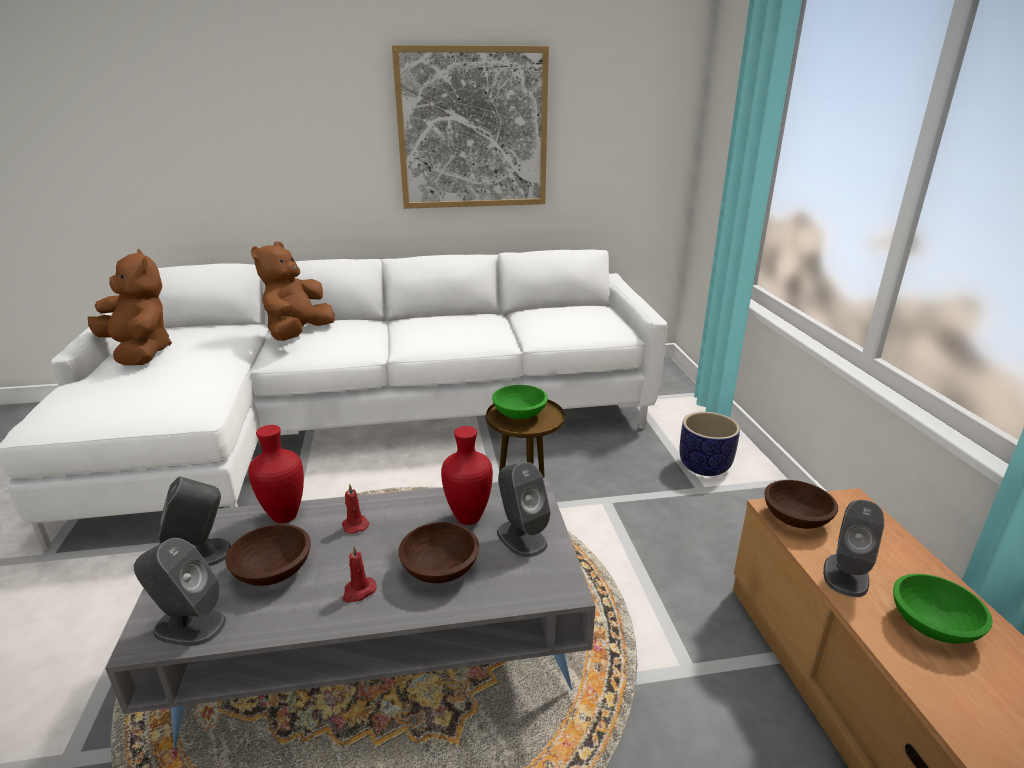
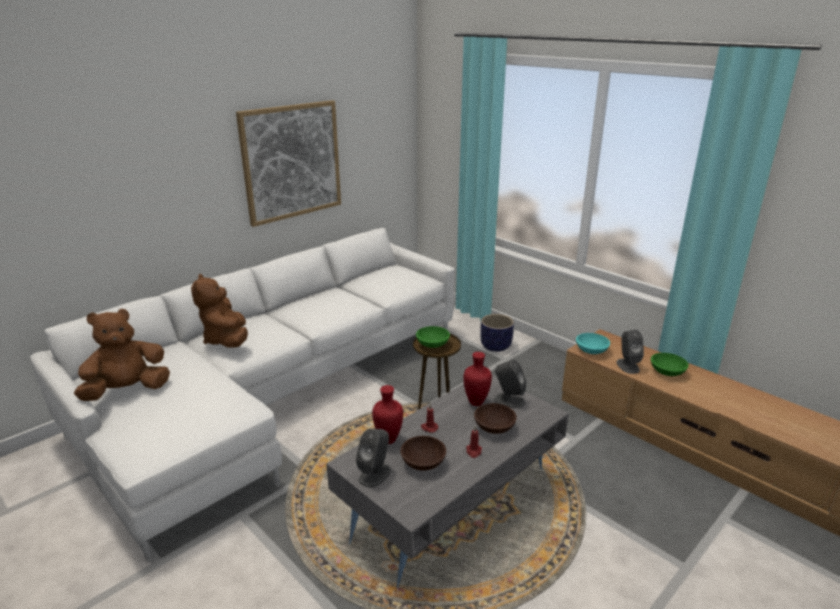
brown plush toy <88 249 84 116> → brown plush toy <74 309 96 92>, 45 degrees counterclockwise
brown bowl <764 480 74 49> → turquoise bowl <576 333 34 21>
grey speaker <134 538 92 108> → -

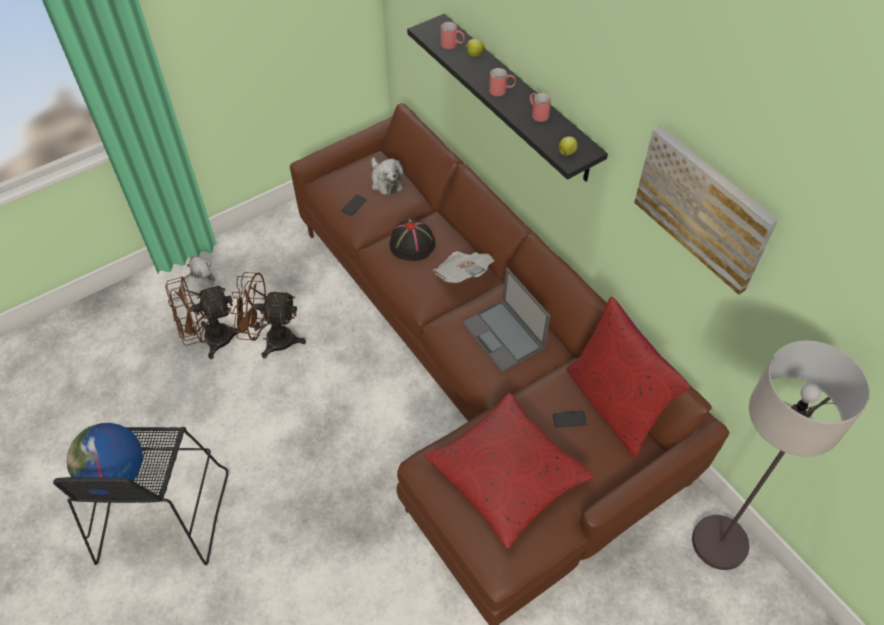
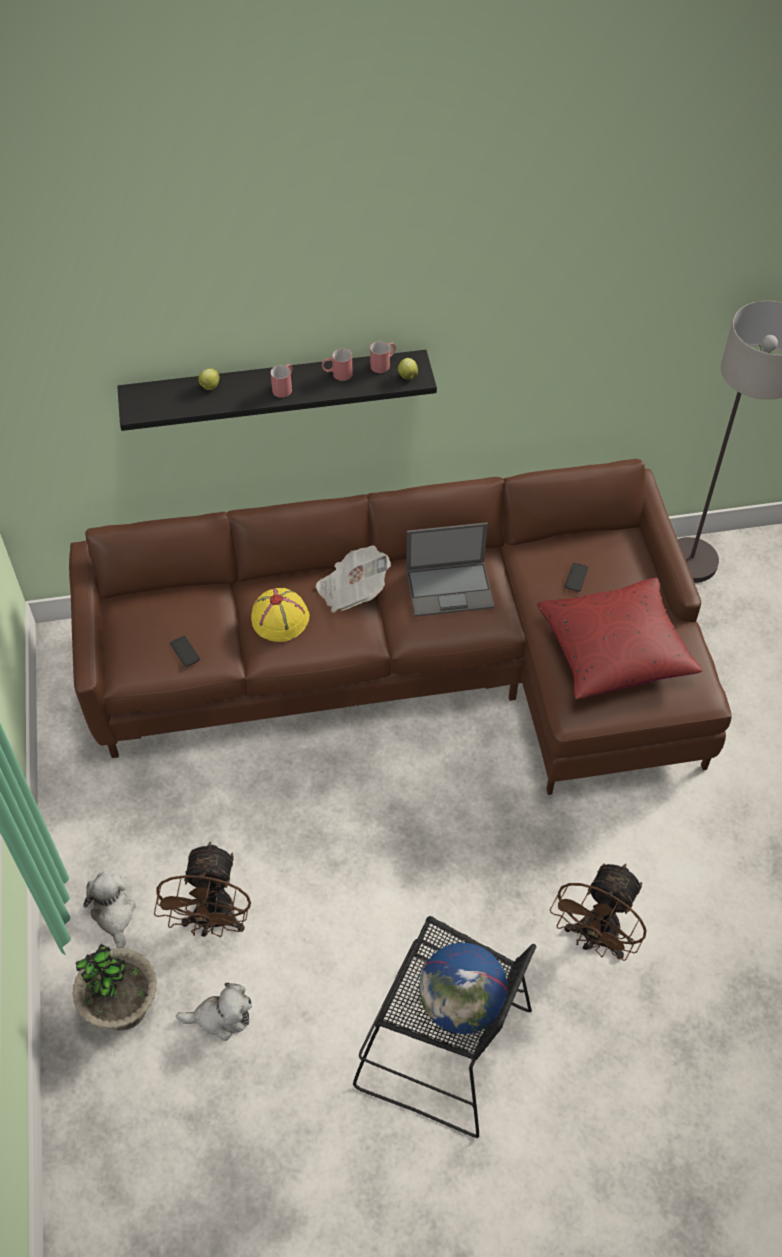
red mug <441 22 24 27> → red mug <370 341 26 32>, moved
picture <634 126 144 169> → -
plush toy <371 157 34 38> → plush toy <176 983 76 58>, moved
black hat <389 219 47 42> → yellow hat <251 588 59 54>
brown fan <230 272 76 87> → brown fan <550 863 97 98>, moved
red pillow <566 296 124 162> → -
- → potted plant <73 944 84 86>

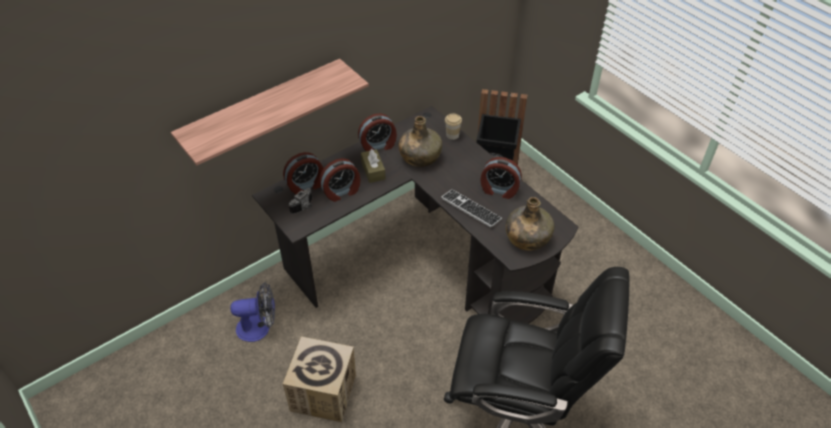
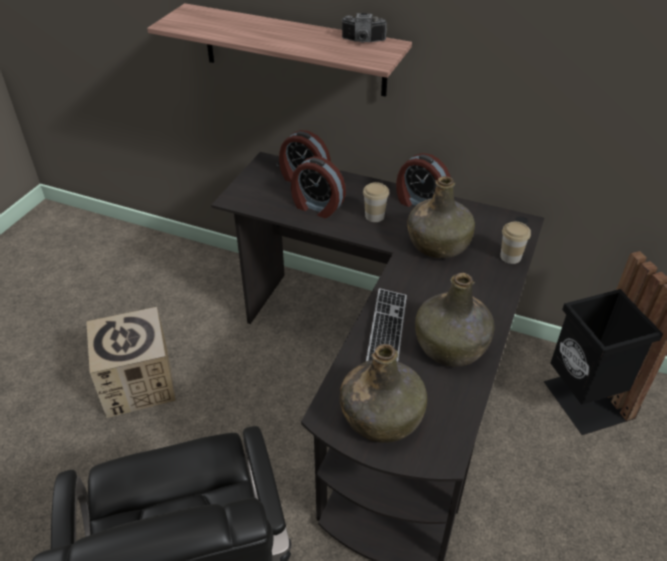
brown tissue box <361 149 25 34> → cup <363 182 26 40>
alarm clock <480 157 42 42> → green bottle <415 273 80 94>
photo camera <289 188 24 26> → photo camera <341 13 47 30>, moved
fan <230 282 45 60> → -

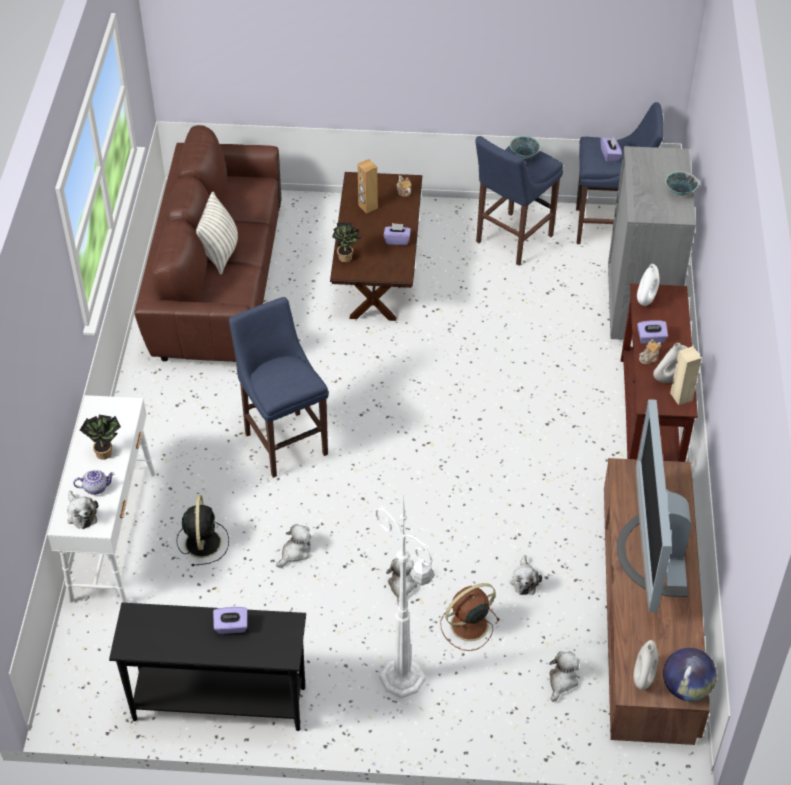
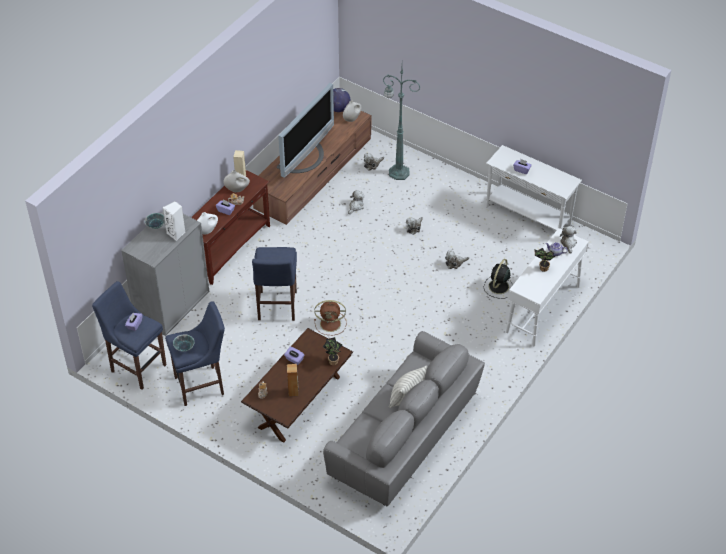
brown sofa <134 125 148 237> → grey sofa <323 331 162 175>
blue stool <229 297 100 181> → blue stool <252 247 45 74>, moved
white floor lamp <374 496 60 202> → -
brown fan <440 583 60 68> → brown fan <314 300 32 35>, moved
black console table <109 603 197 128> → white console table <486 145 96 86>
- → green floor lamp <383 68 37 112>
- → white speaker <162 201 23 40>

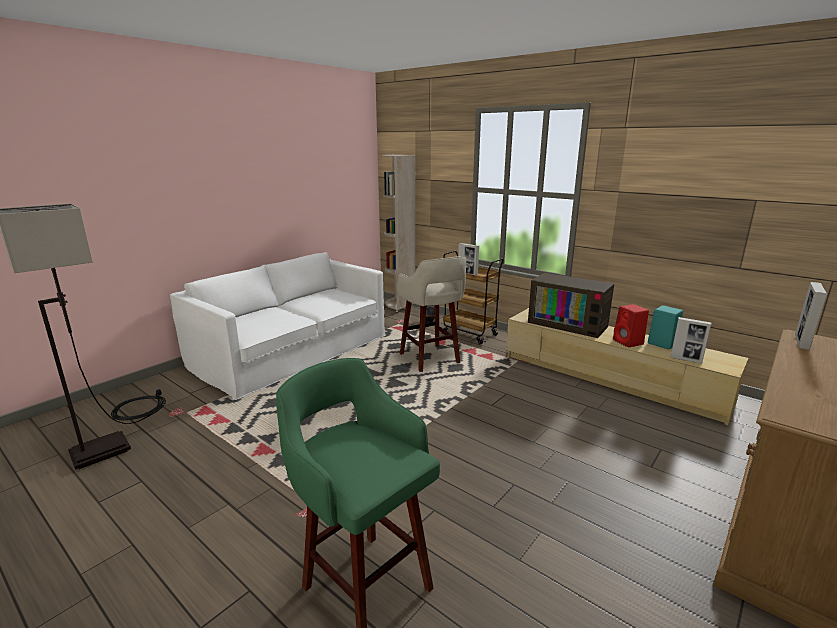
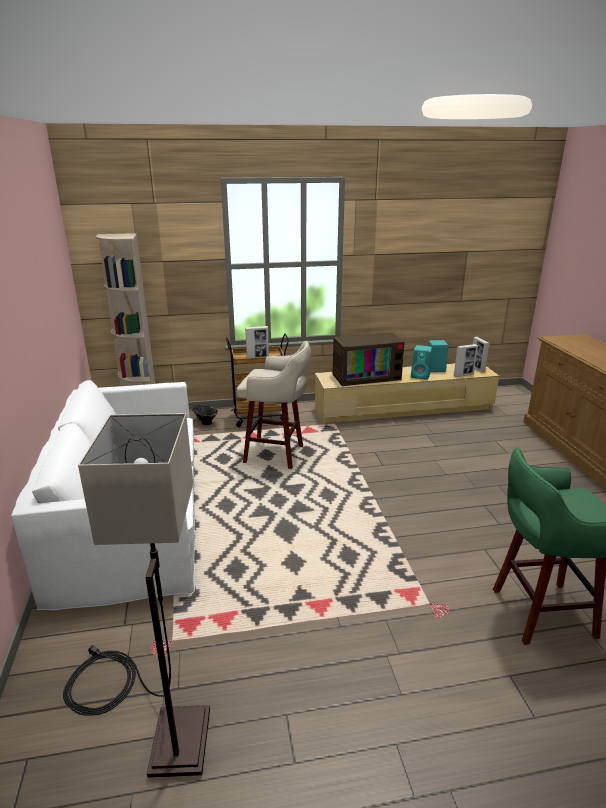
picture frame <795 282 32 68> → picture frame <473 337 17 35>, moved
red speaker <613 304 36 43> → turquoise speaker <411 345 21 35>

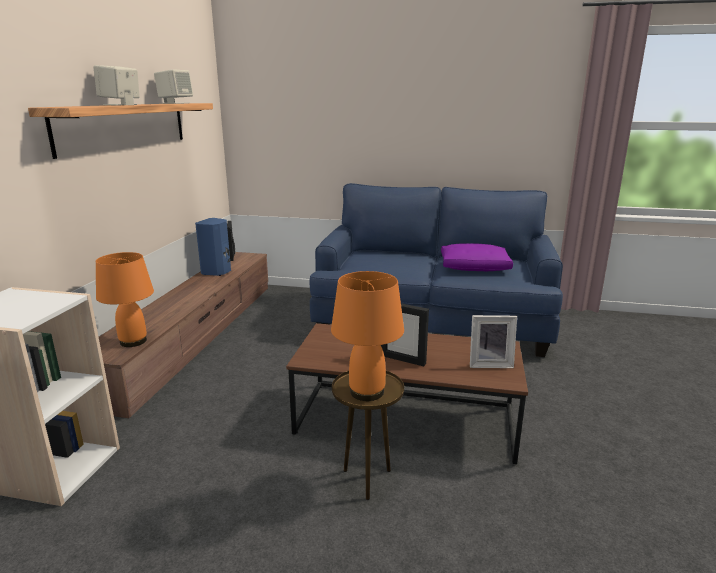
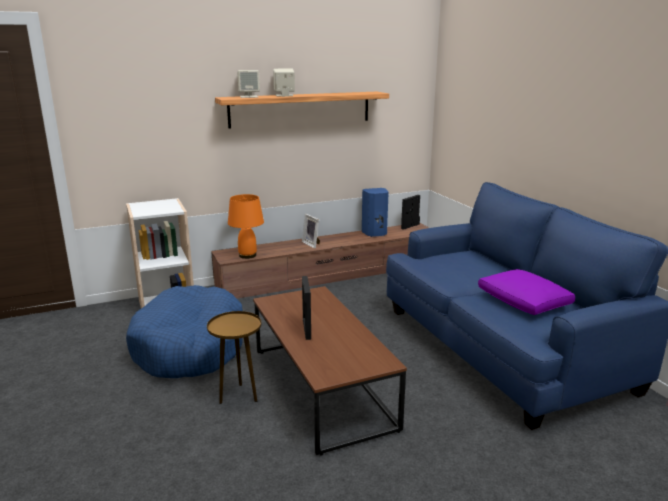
beige speaker <154 69 39 35> → beige speaker <237 70 23 28>, moved
orange table lamp <331 271 73 130> → -
picture frame <470 315 47 53> → picture frame <302 214 18 35>, moved
- → blue dog bed <126 285 117 93>

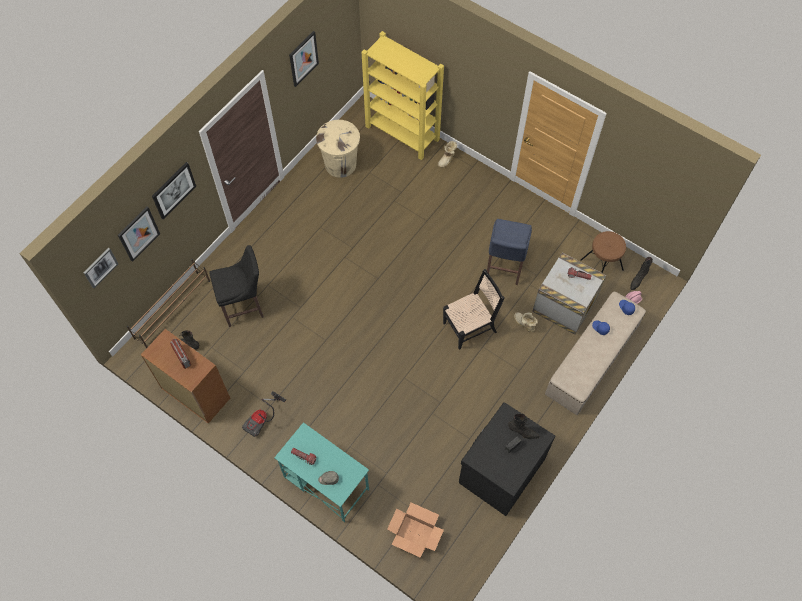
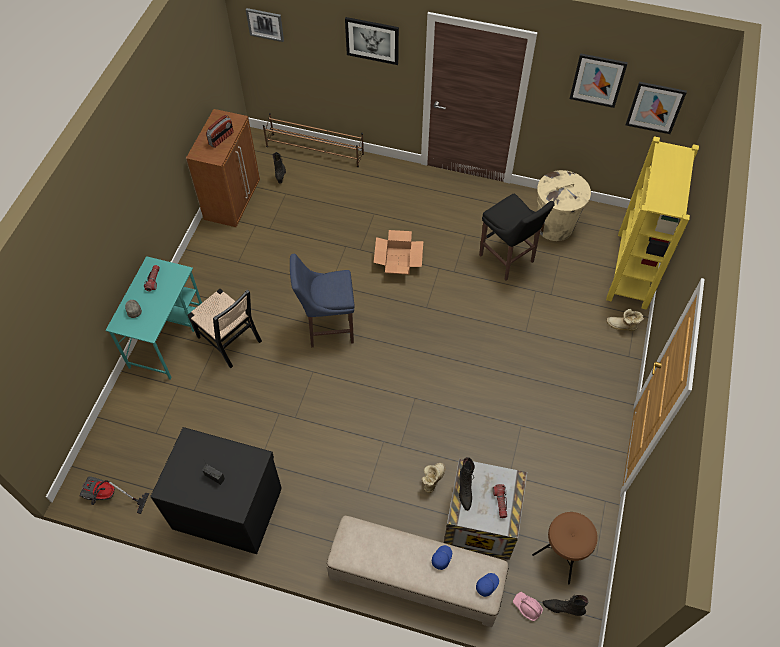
picture <118 207 42 55> → picture <626 82 61 52>, moved
blue stool <487 219 45 66> → blue stool <290 254 65 93>, moved
black stool <209 245 55 82> → black stool <479 194 76 86>, moved
chair <443 269 62 81> → chair <188 289 74 79>, moved
vacuum cleaner <242 391 44 46> → vacuum cleaner <80 476 69 38>, moved
black boot <508 413 32 26> → black boot <459 457 16 54>, moved
cardboard box <387 502 57 56> → cardboard box <374 230 49 45>, moved

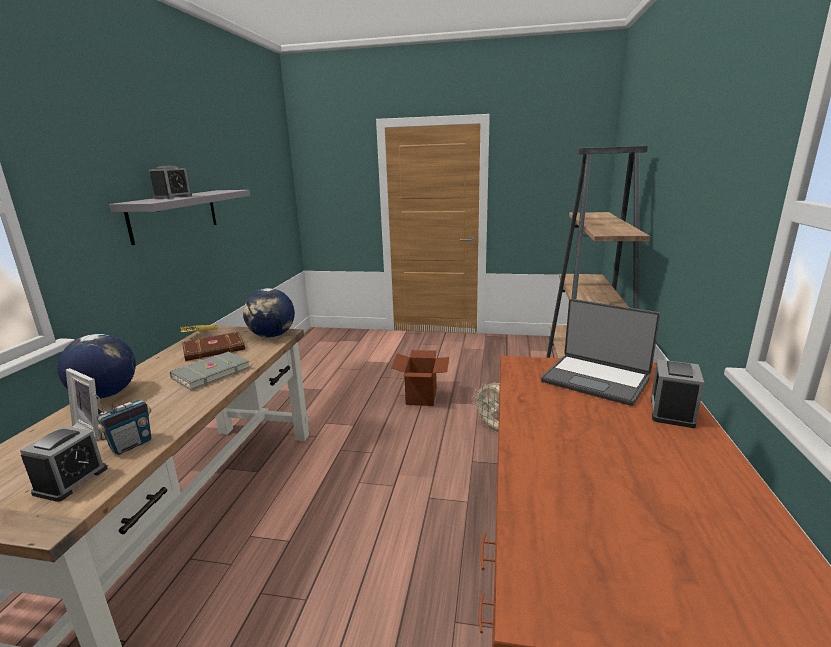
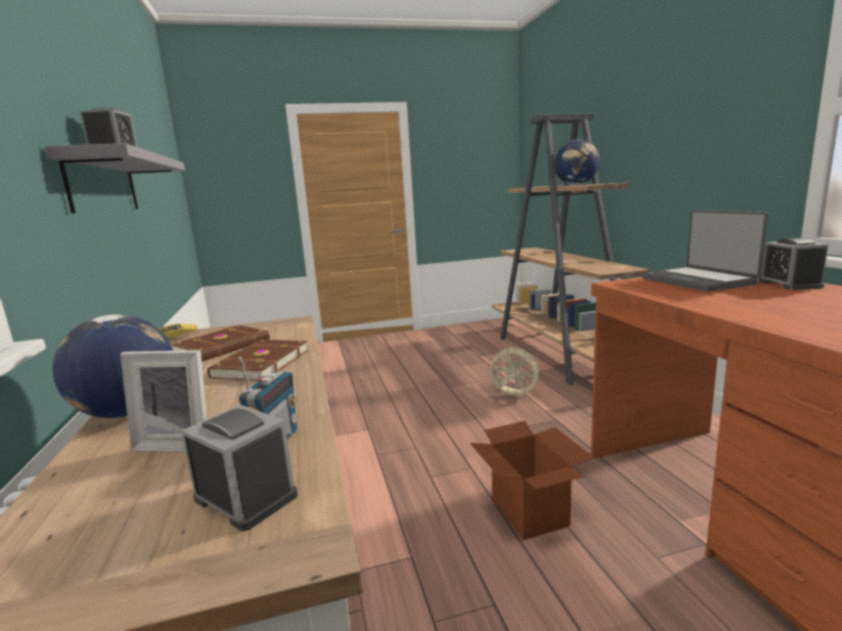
globe <243 288 52 50> → globe <554 140 46 45>, moved
laptop <541 299 119 107> → laptop <642 210 127 82>, 60 degrees clockwise
cardboard box <391 350 58 56> → cardboard box <470 421 124 119>, moved
grey book <170 351 80 40> → brown book <207 340 102 41>
alarm clock <20 426 87 76> → alarm clock <181 405 117 126>, 45 degrees counterclockwise

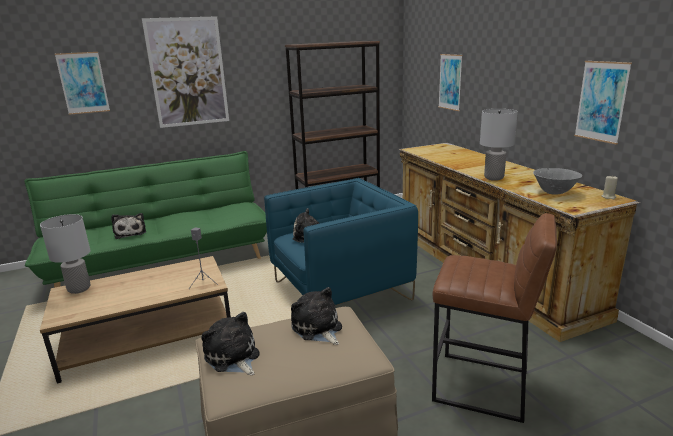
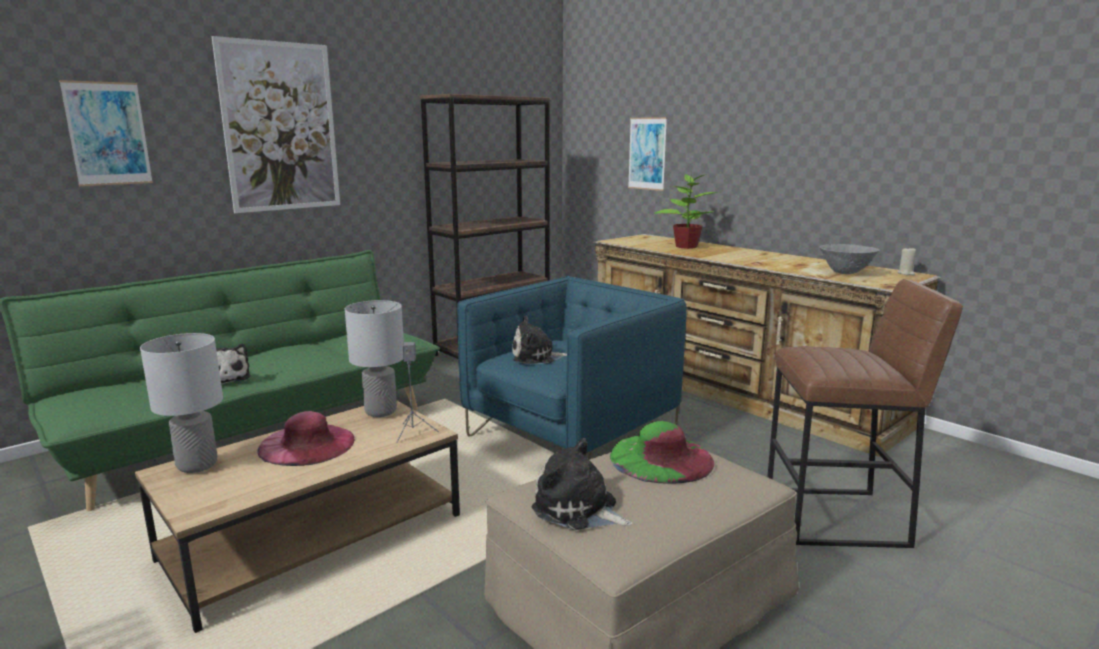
picture <574 61 58 84> → -
grey table lamp <480 109 38 72> → grey table lamp <345 300 59 117>, moved
plush toy <291 287 51 58> → green hat <610 421 105 63>
- → potted plant <654 174 64 75>
- → pink hat <257 411 98 55>

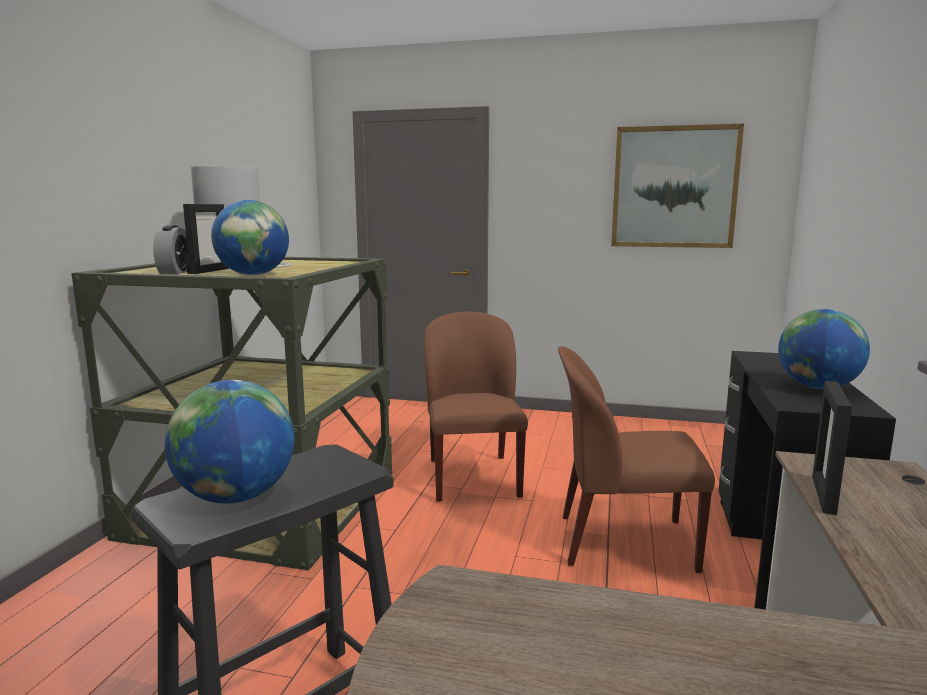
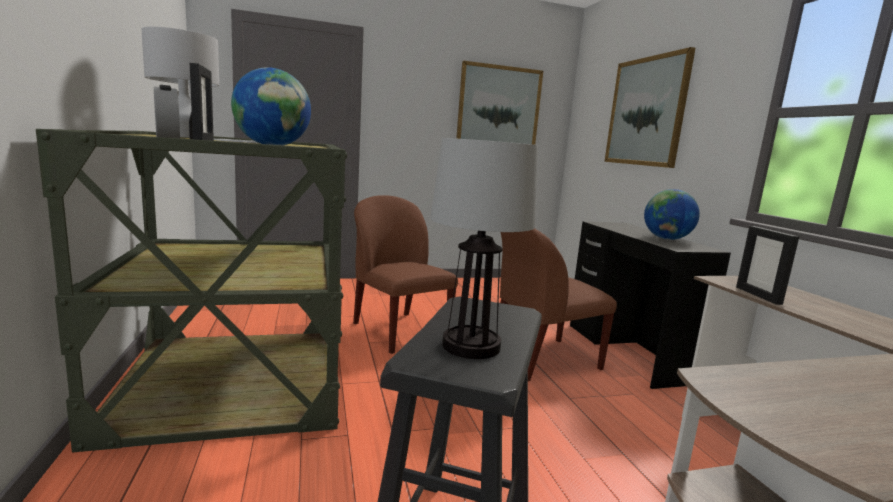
globe <165 380 129 123> → table lamp <430 138 108 221>
- → picture <604 47 91 121>

